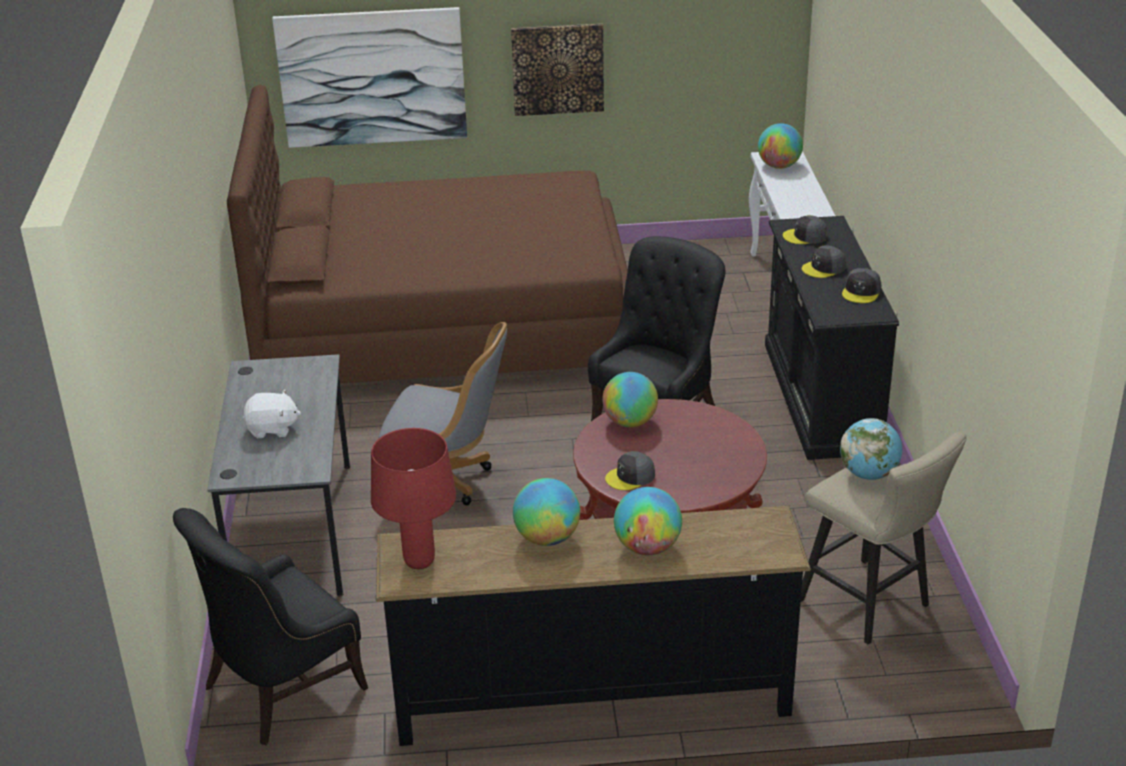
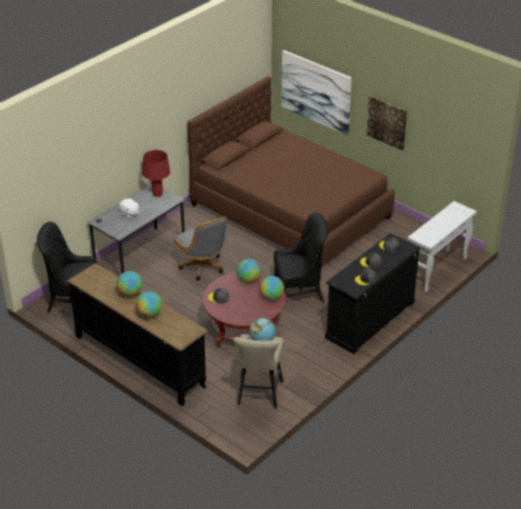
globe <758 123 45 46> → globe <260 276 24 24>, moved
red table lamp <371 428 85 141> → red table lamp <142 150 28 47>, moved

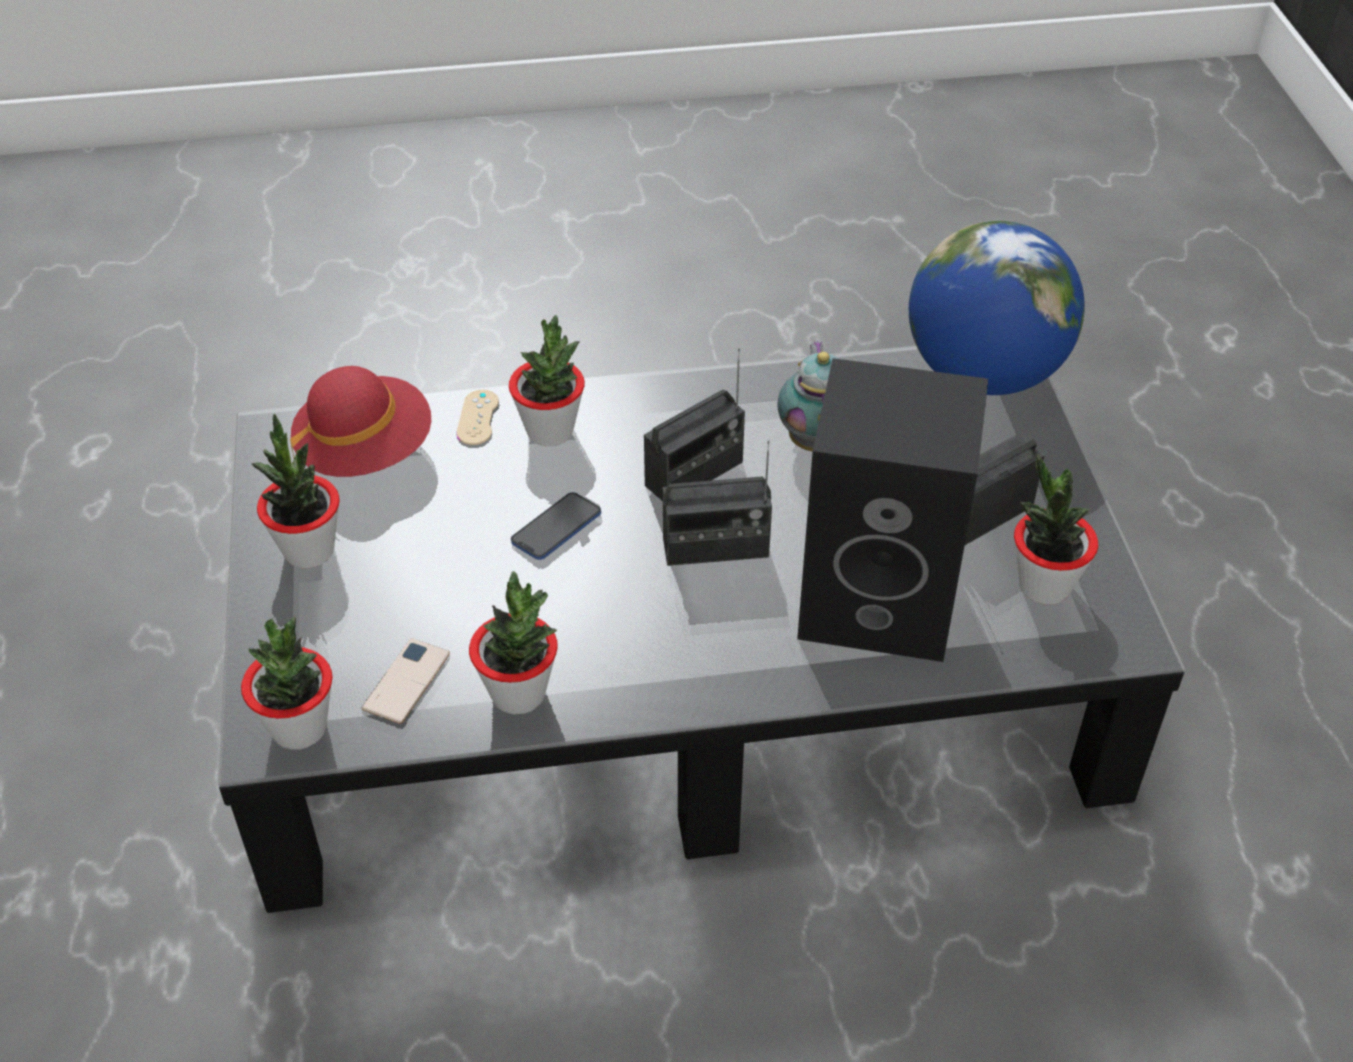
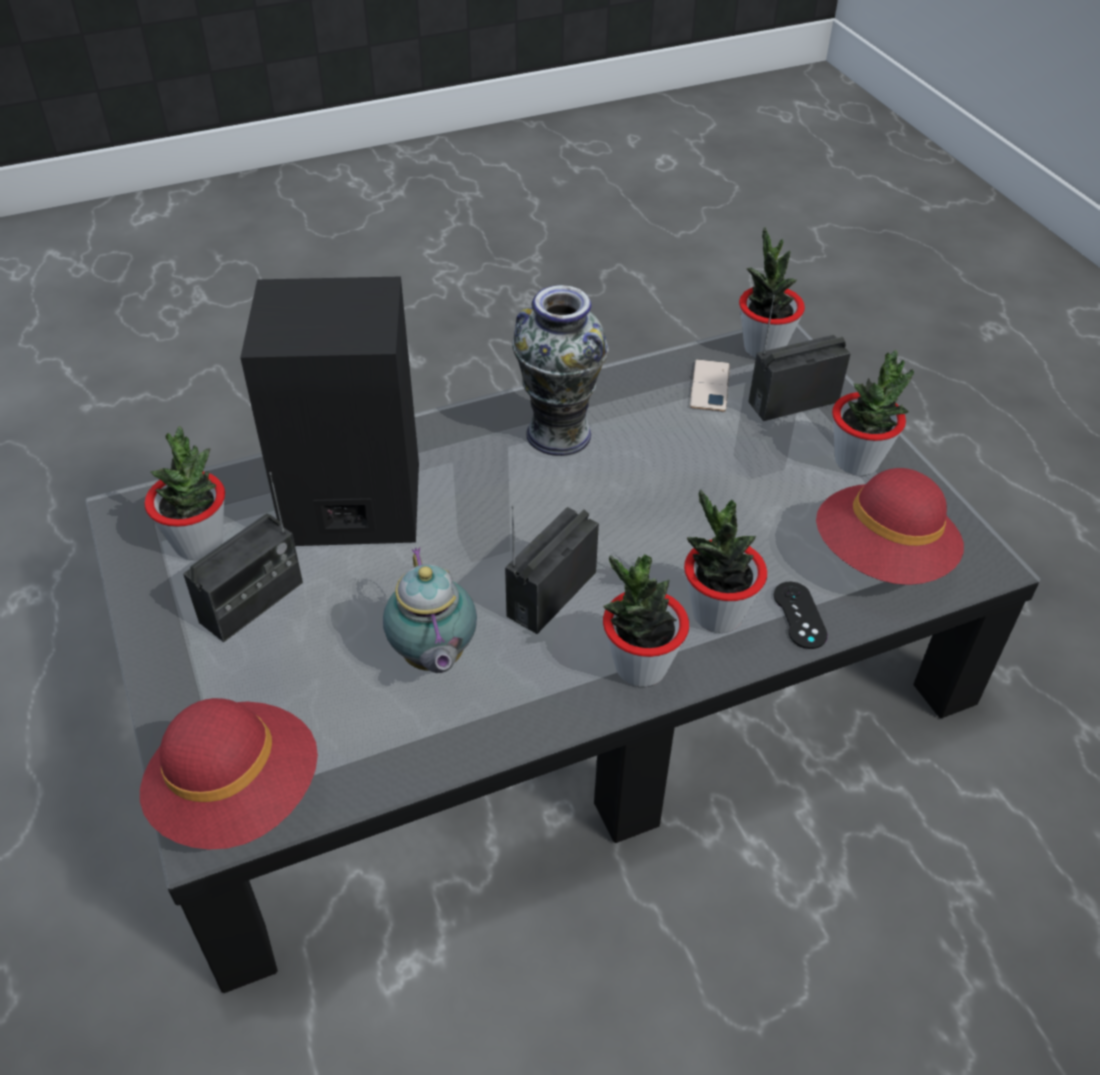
globe <909 221 176 174> → red hat <140 698 178 152>
beige game controller <456 390 43 55> → black game controller <774 582 54 67>
radio <663 440 109 126> → radio <748 295 103 126>, moved
phone <511 492 90 68> → -
potted plant <469 571 89 143> → potted plant <603 554 86 133>, moved
- → vase <512 285 97 171>

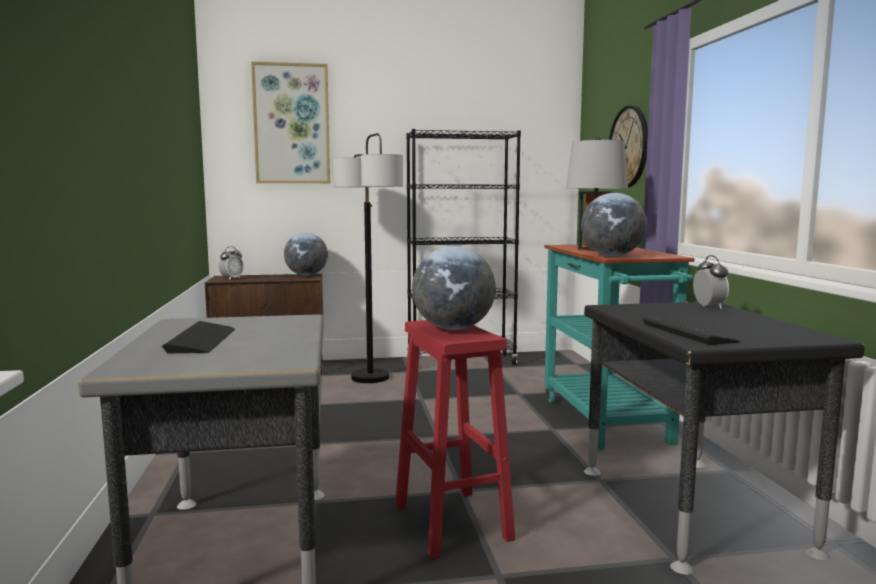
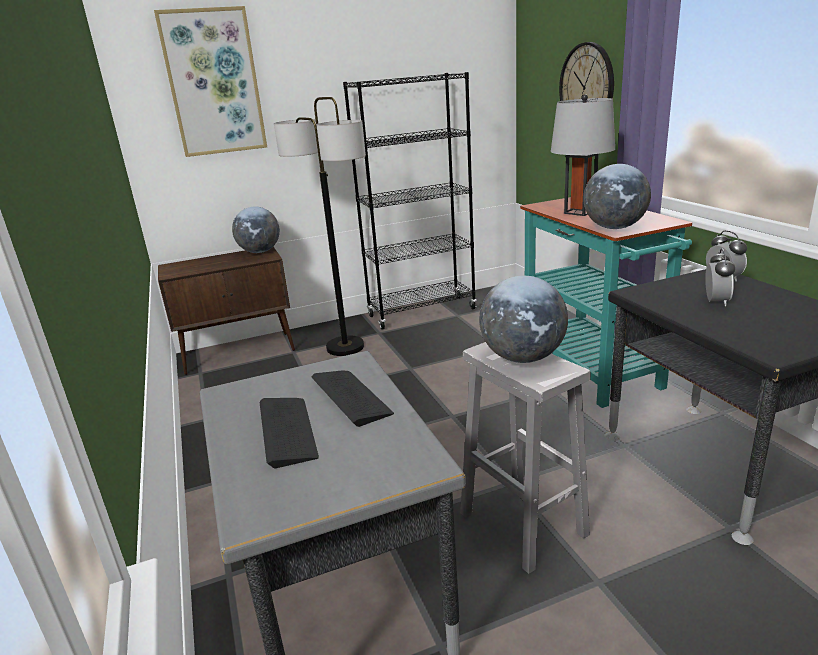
alarm clock <219 246 25 33> → alarm clock <705 249 30 57>, moved
keyboard <642 316 98 29> → keyboard <312 371 82 56>, moved
red stool <395 320 120 238> → white stool <460 342 131 232>

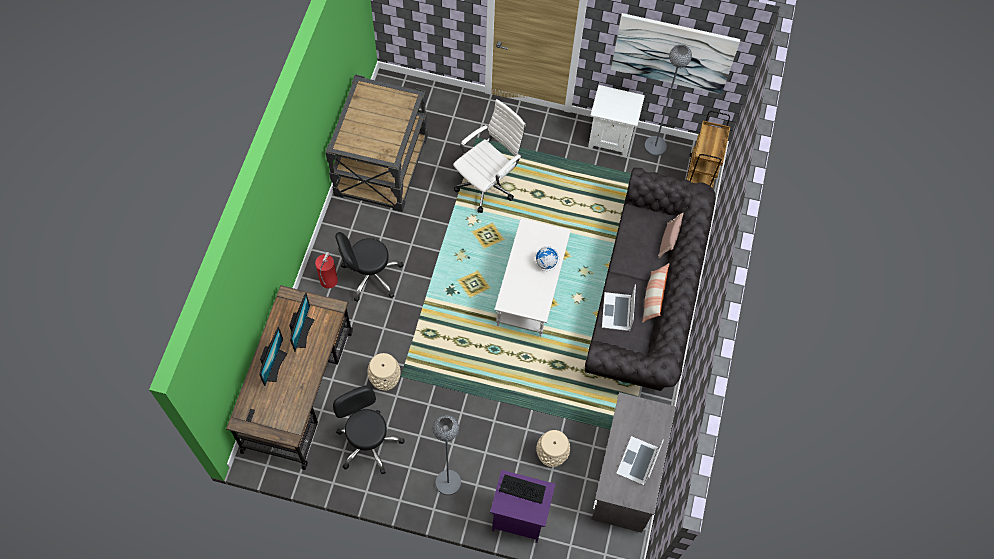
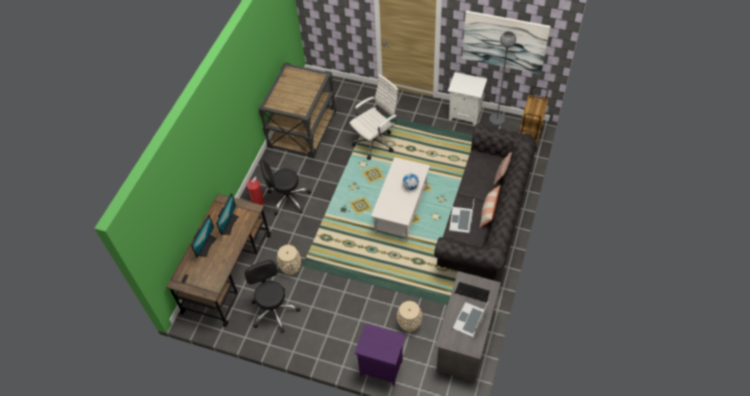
grey floor lamp <433 415 28 80> → -
keyboard <499 475 47 29> → keyboard <455 282 35 20>, moved

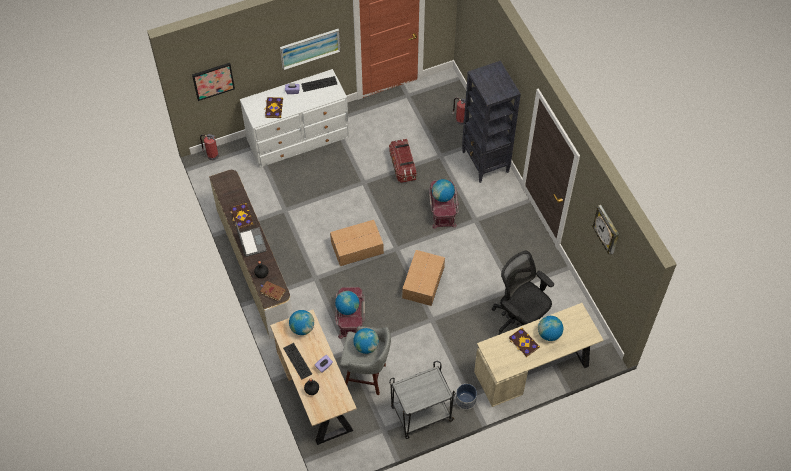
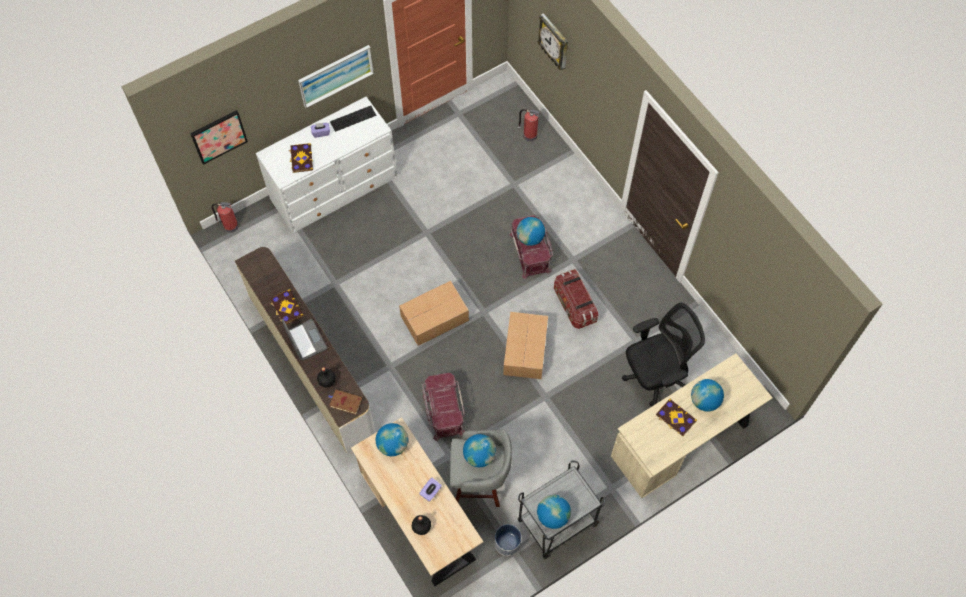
black bookcase <462 61 59 122> → -
storage box <389 139 27 44> → storage box <554 269 44 60>, moved
wall clock <592 205 27 50> → wall clock <537 13 31 57>, moved
black office chair <492 251 62 84> → black office chair <622 303 83 104>, 120 degrees clockwise
globe <335 291 24 24> → globe <537 494 34 35>, moved
keyboard <283 343 29 37> → -
planter <456 384 21 26> → planter <495 524 26 32>, moved

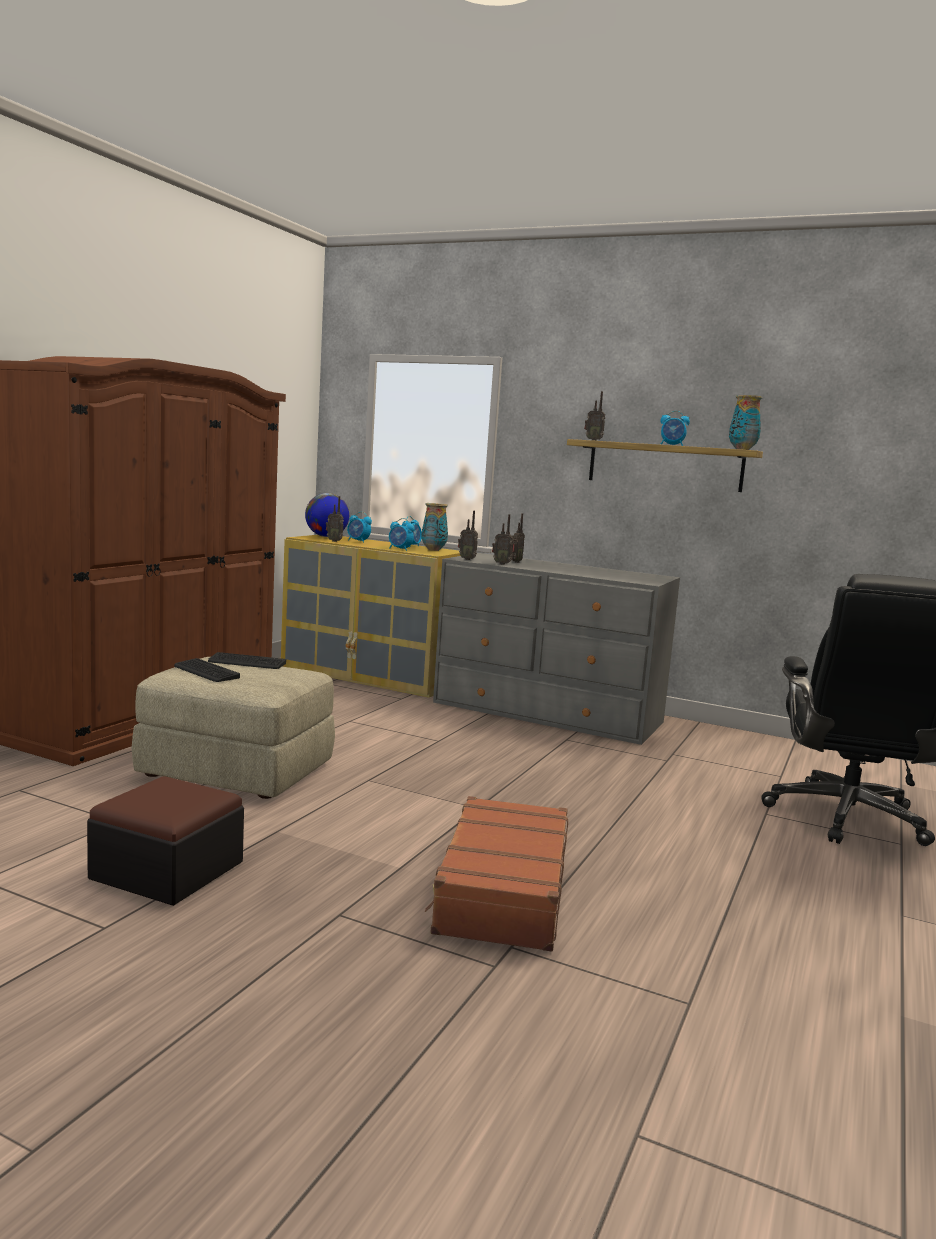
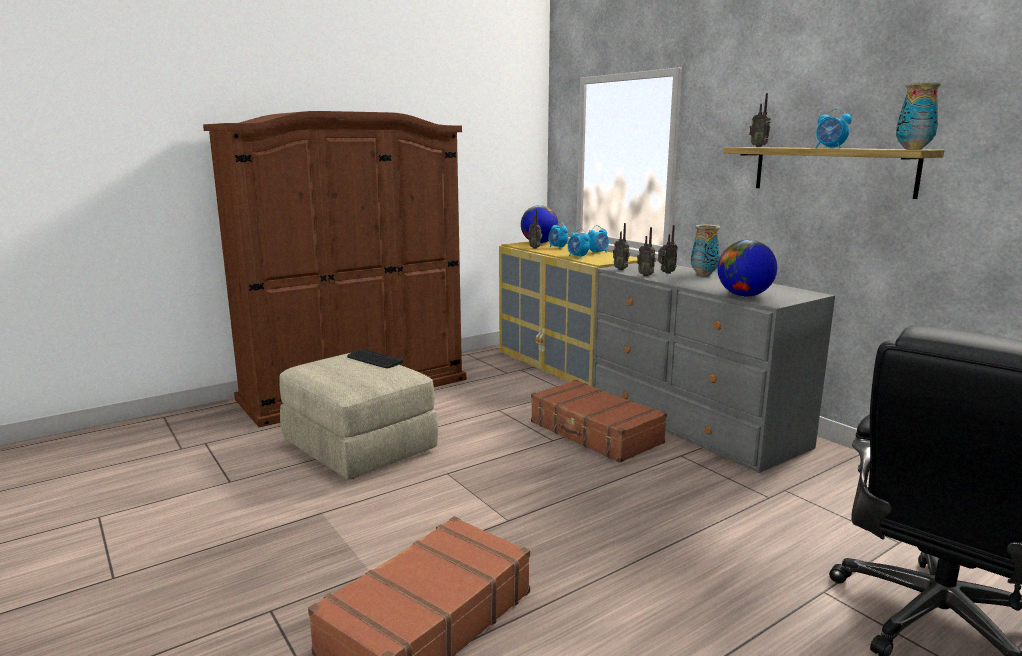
vase <421 503 27 48> → vase <691 225 29 51>, moved
keyboard <174 658 66 24> → -
ottoman <87 776 157 130> → -
- → globe <717 240 60 57>
- → brown suitcase <531 380 136 83>

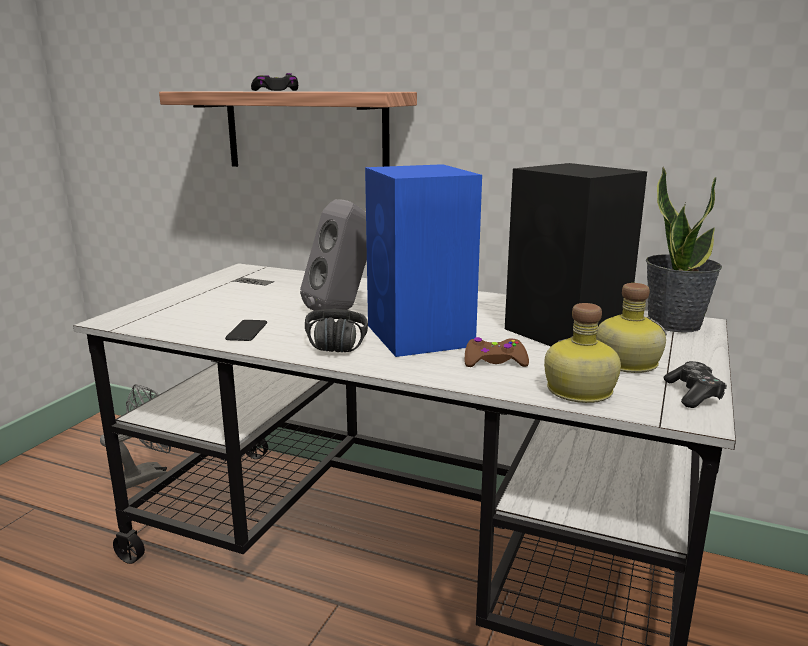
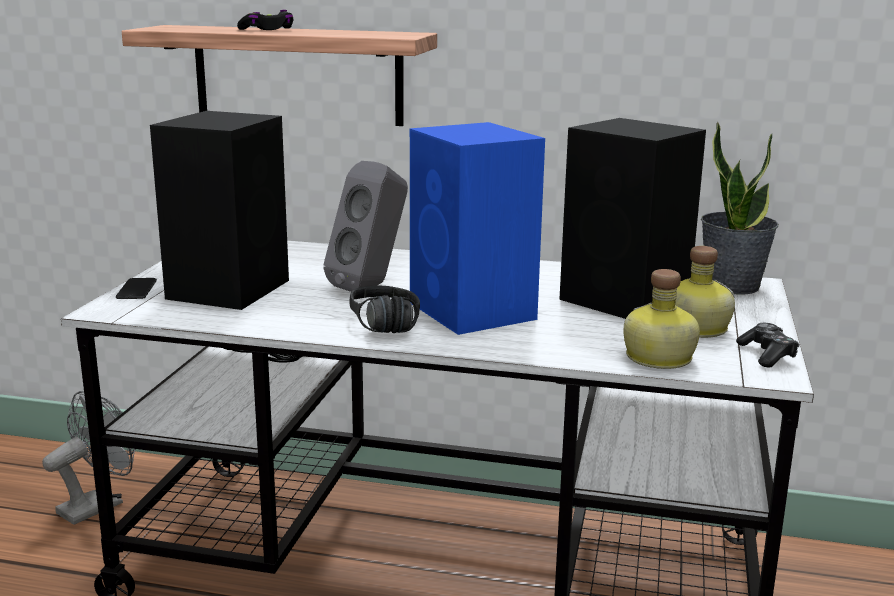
phone <225 320 42 21> → phone <116 278 41 21>, moved
brown game controller <465 337 64 30> → -
- → black speaker <150 111 139 199>

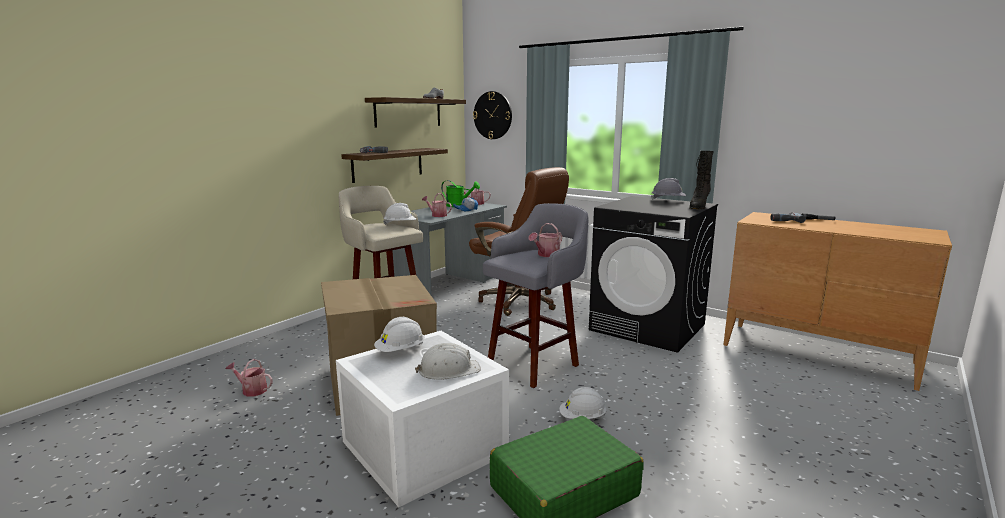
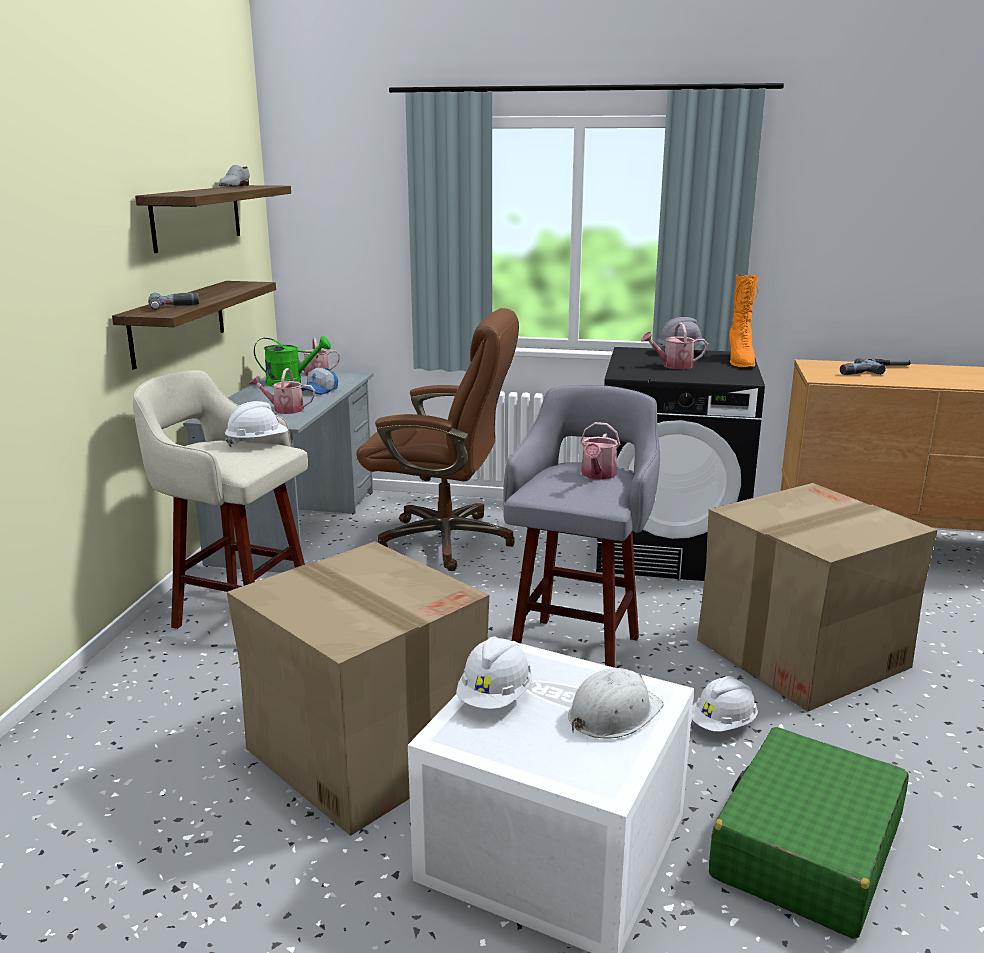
wall clock <473 91 39 48> → -
black boot <689 151 25 58> → orange boot <729 275 29 92>
watering can <226 359 47 38> → watering can <641 322 67 47>, moved
- → cardboard box <697 483 241 229>

